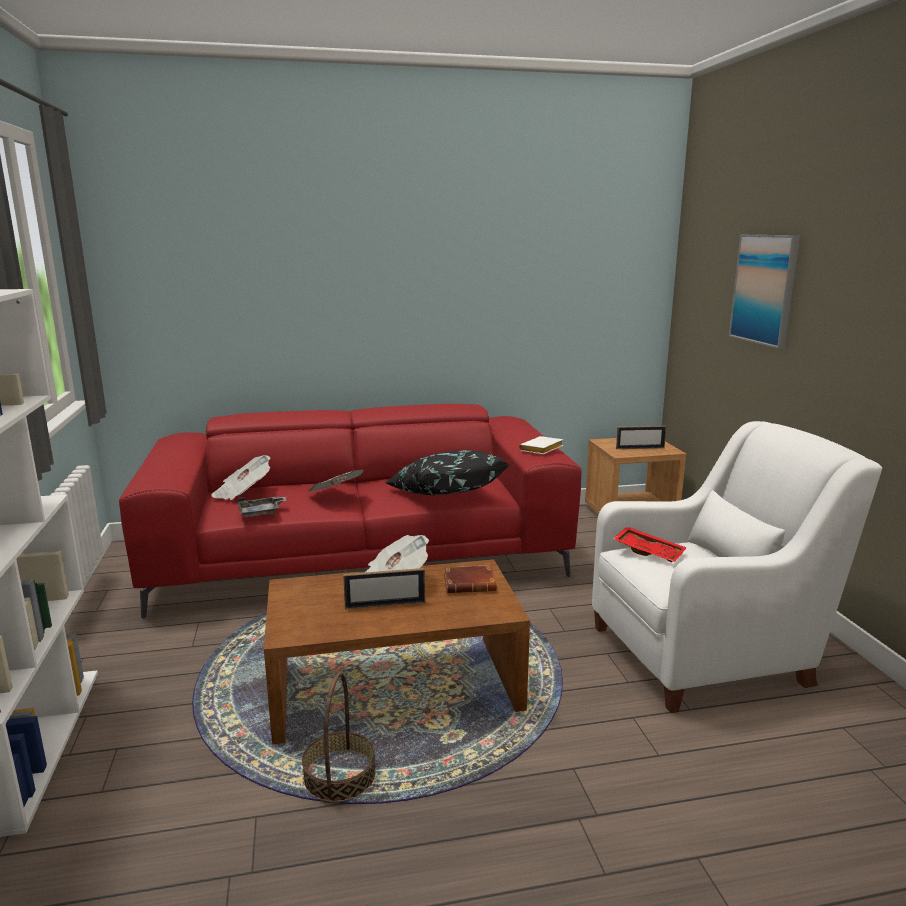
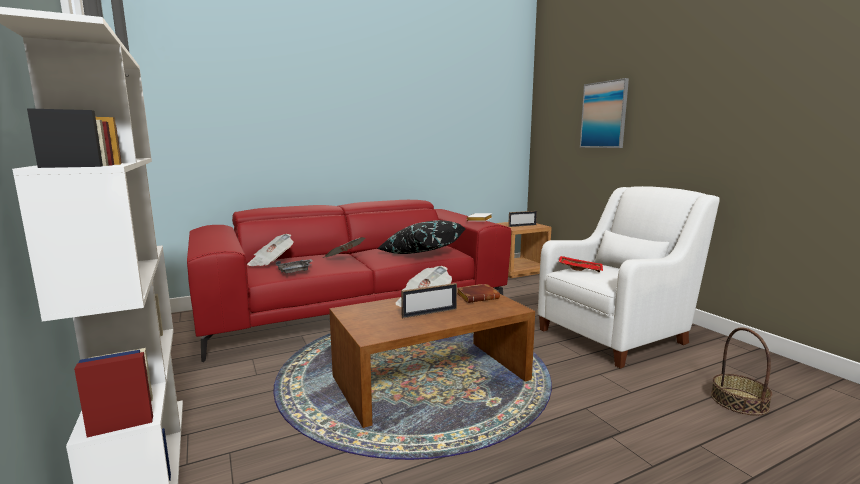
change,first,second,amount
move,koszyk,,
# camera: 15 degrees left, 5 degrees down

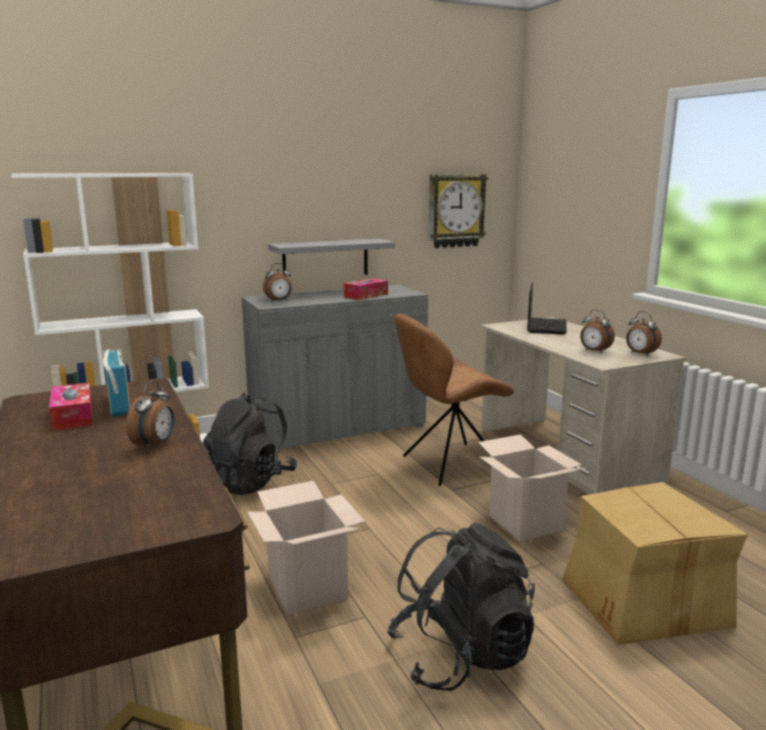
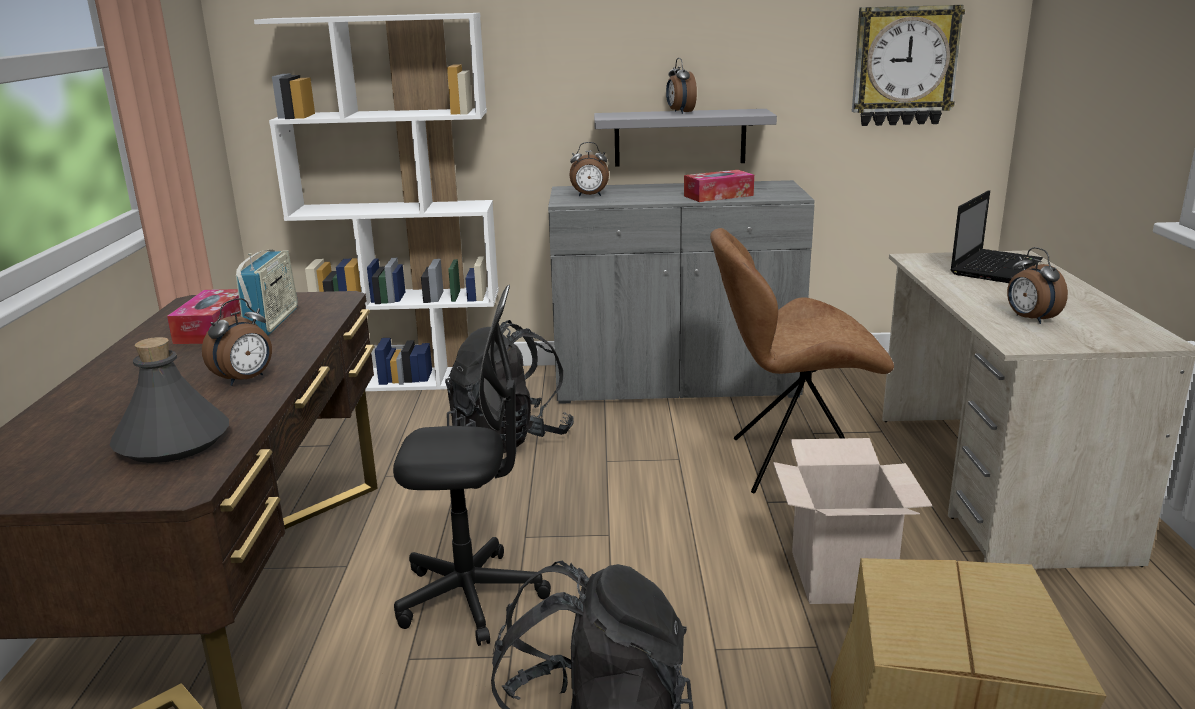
change,first,second,amount
replace,karton (1st from left),krzesło biurowe/czarny,
move,budzik (4th from left in the first image),budzik (3rd from left),
insert,,butelka/szary,
# camera: 25 degrees right, 5 degrees up

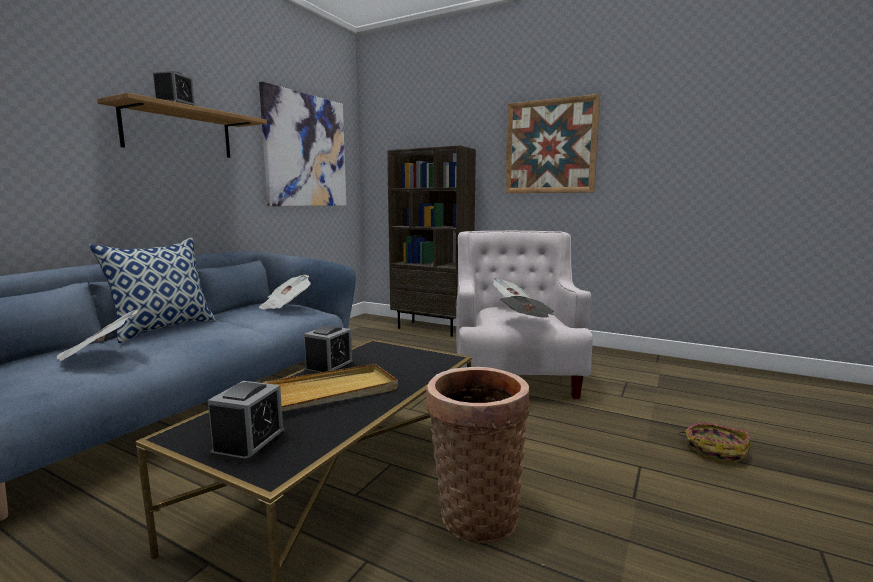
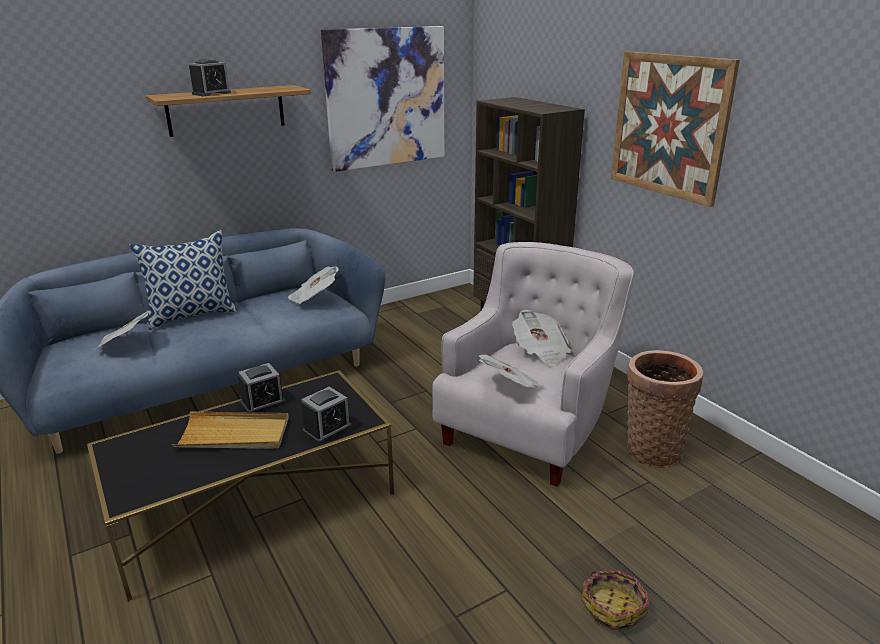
change,first,second,amount
move,budzik (2nd from left in the first image),budzik (3rd from left),
move,koszyk (1st from left in the first image),koszyk (2nd from left),
# camera: 30 degrees right, 15 degrees up

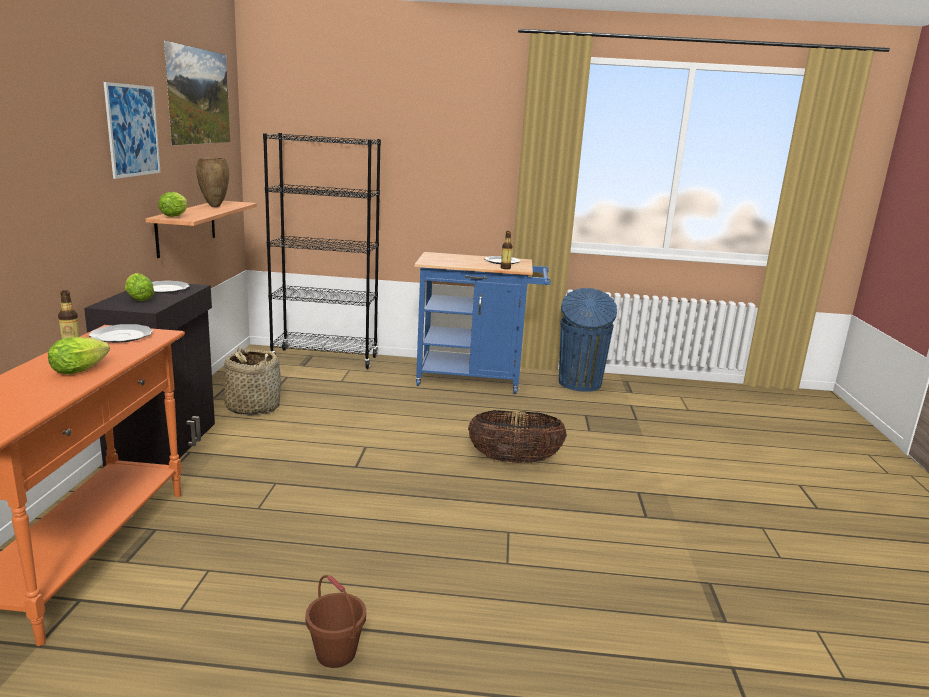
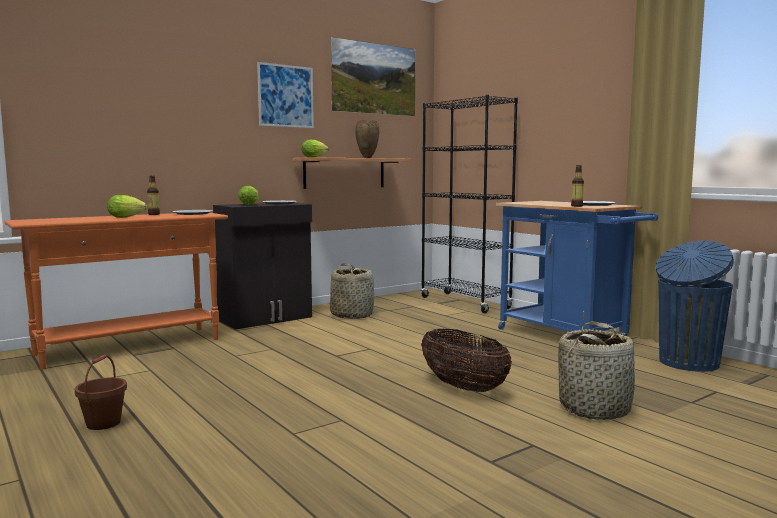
change,first,second,amount
insert,,koszyk (3rd from left),
# camera: 50 degrees right, 10 degrees down

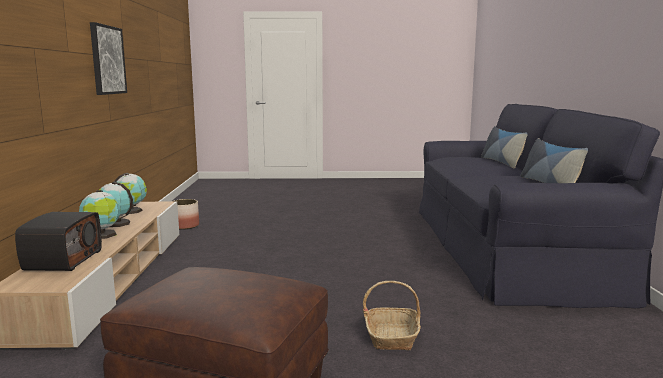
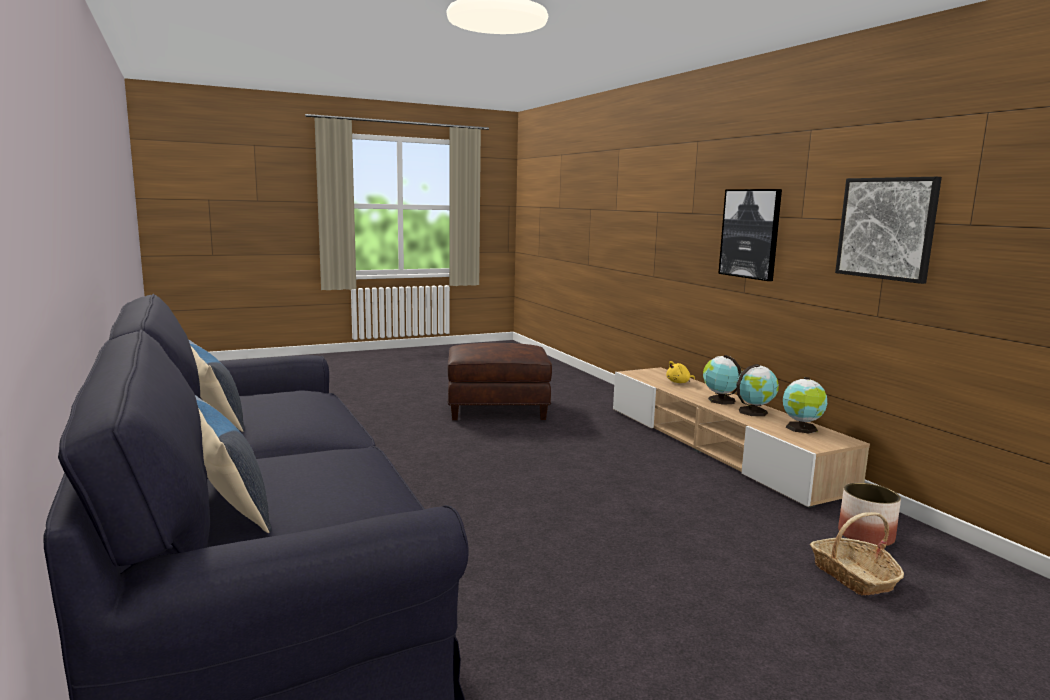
change,first,second,amount
replace,radio,pluszak/żółty,
move,koszyk,,
insert,,obraz (1st from left),
# camera: 155 degrees right, 0 degrees up

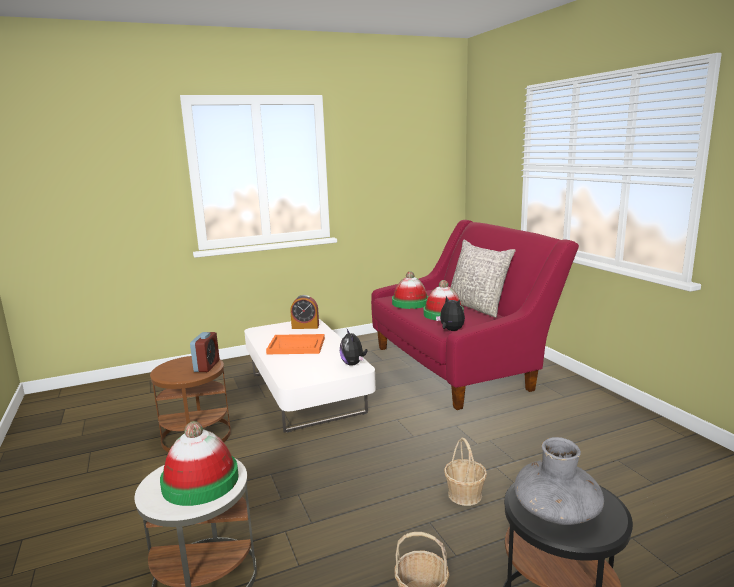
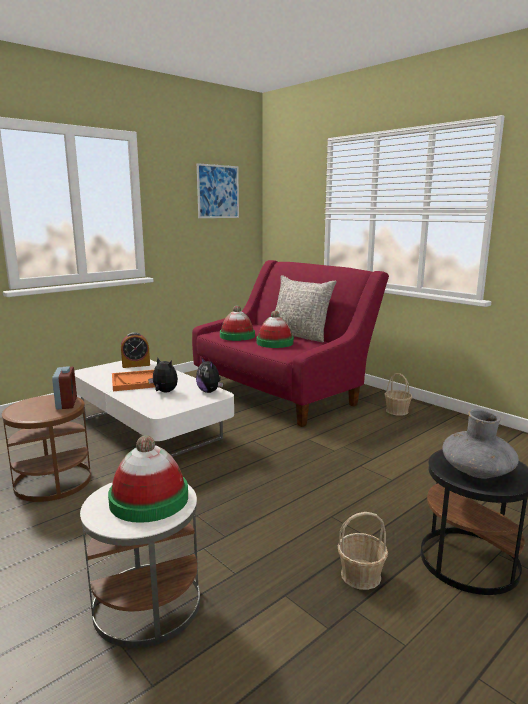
change,first,second,amount
move,pluszak (2nd from left in the first image),pluszak (1st from left),
move,koszyk (2nd from left),,
insert,,obraz,
# camera: 20 degrees left, 0 degrees up

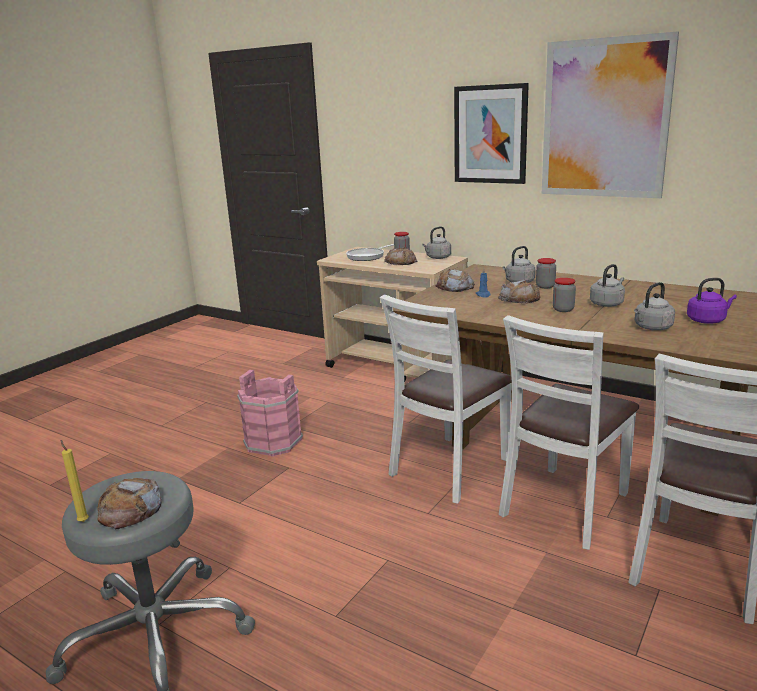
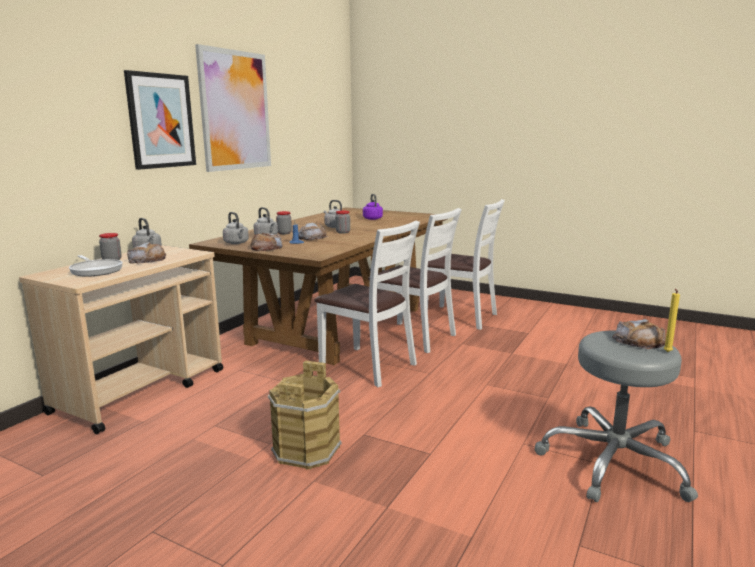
change,first,second,amount
recolor,wiadro/różowy,wiadro/brązowy,
move,czajnik/szary (4th from left in the first image),czajnik/szary (2nd from left),
# camera: 95 degrees left, 5 degrees down

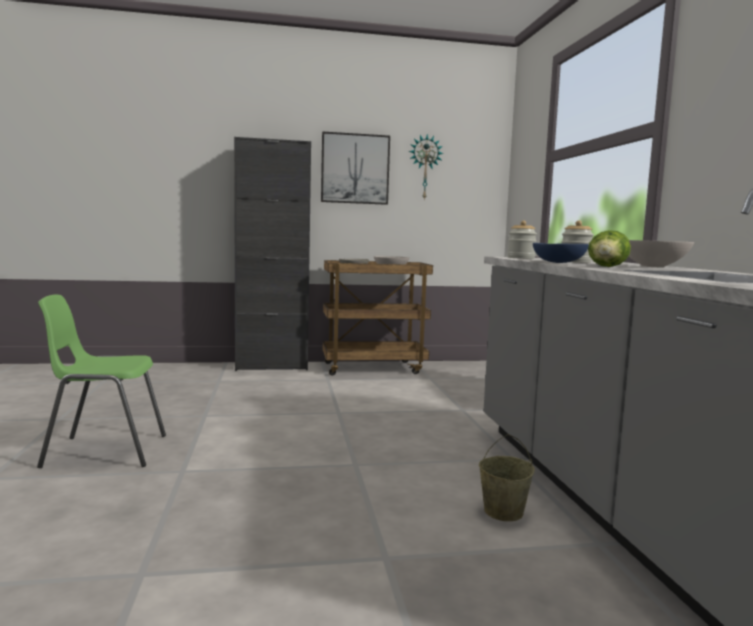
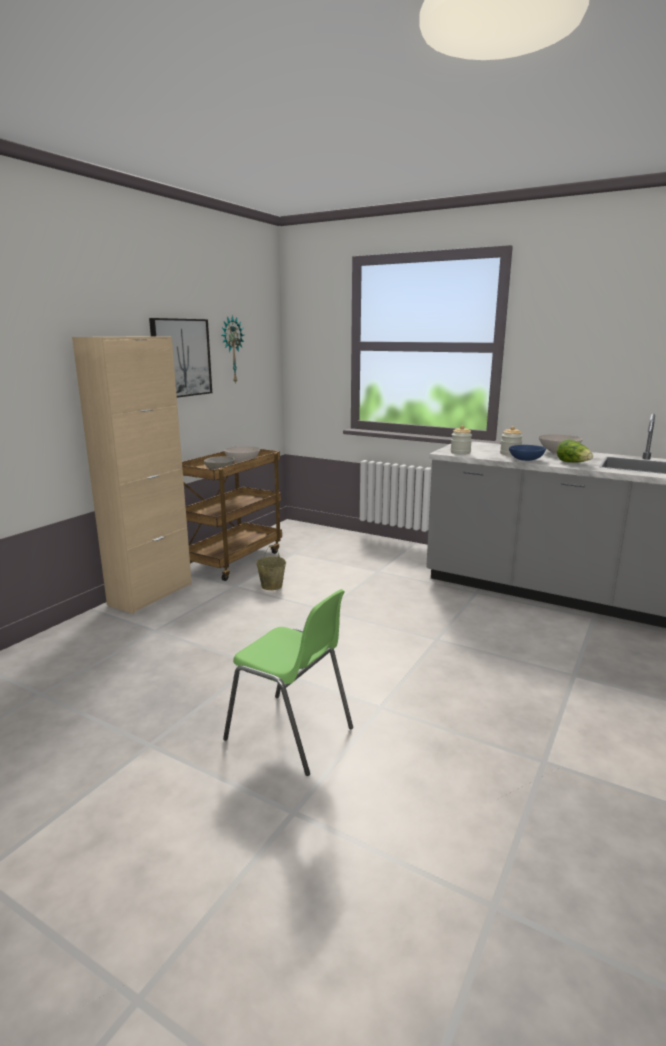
change,first,second,amount
rotate,krzesło/zielony,,90 degrees counterclockwise
recolor,szafka/czarny,szafka/beżowy,
move,wiadro/beżowy,,
# camera: 50 degrees left, 10 degrees up

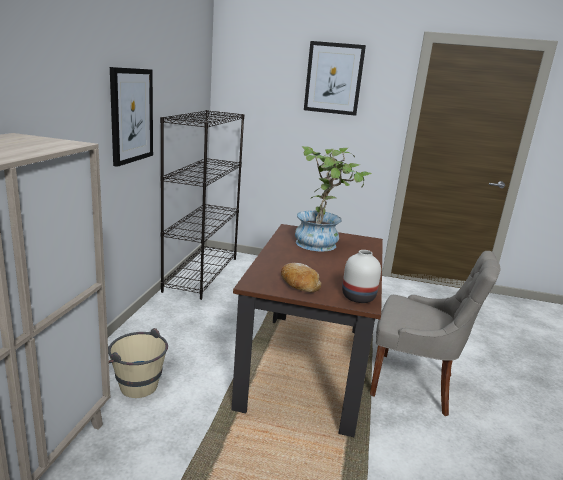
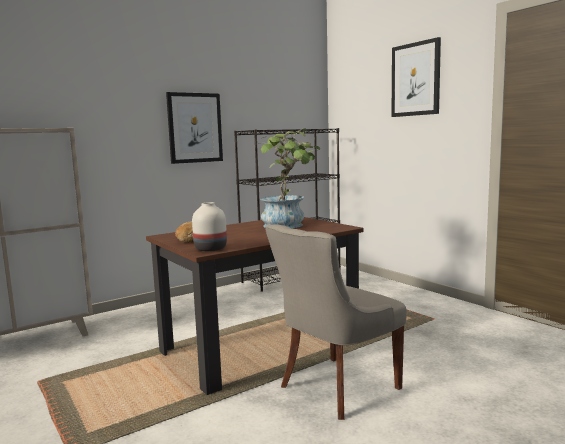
change,first,second,amount
delete,wiadro/beżowy,,
rotate,krzesło/szary,,75 degrees clockwise
# camera: 45 degrees right, 10 degrees down

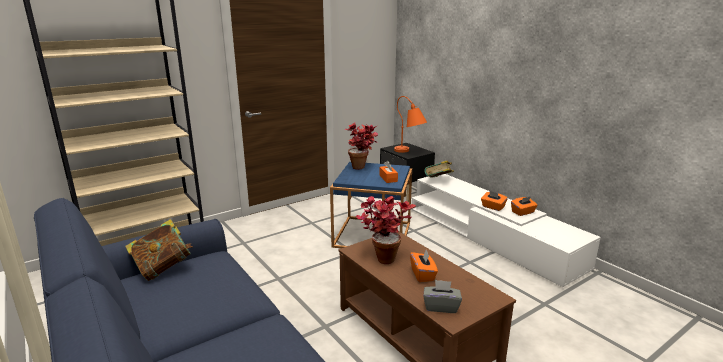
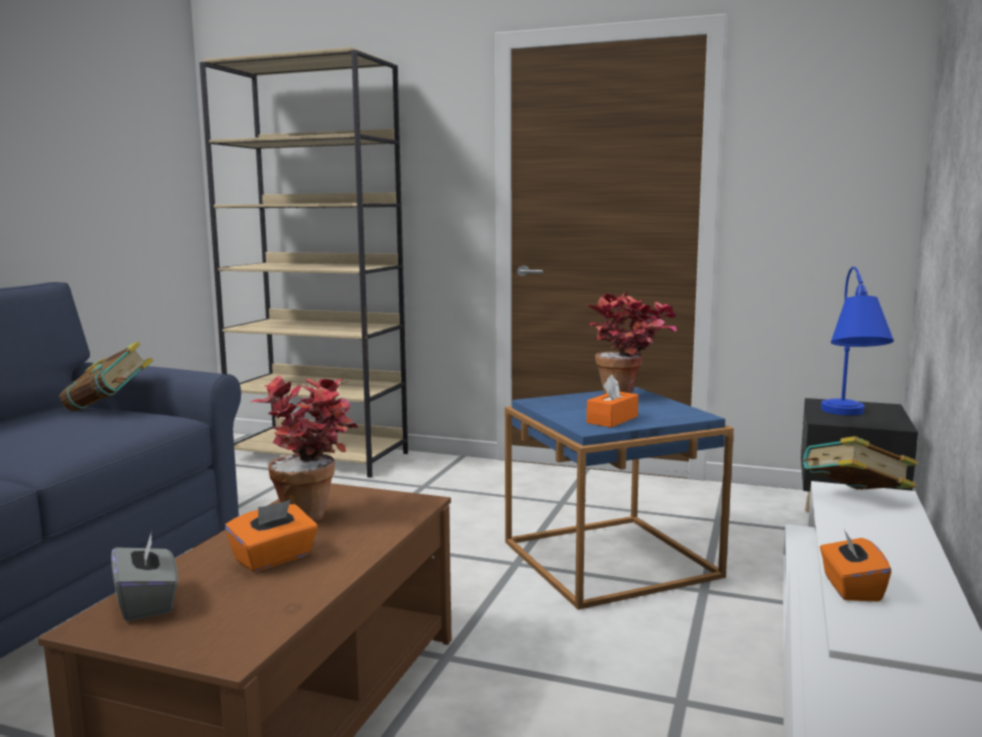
change,first,second,amount
recolor,lampa stołowa/pomarańczowy,lampa stołowa/niebieski,
delete,pudełko chusteczek/pomarańczowy (4th from left),,
# camera: 55 degrees right, 10 degrees down

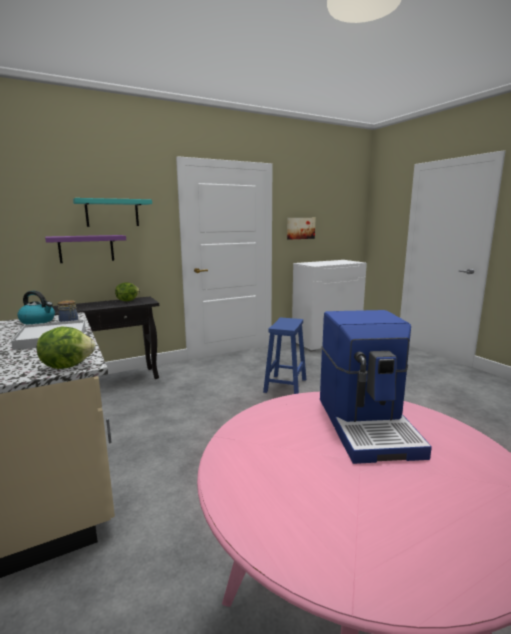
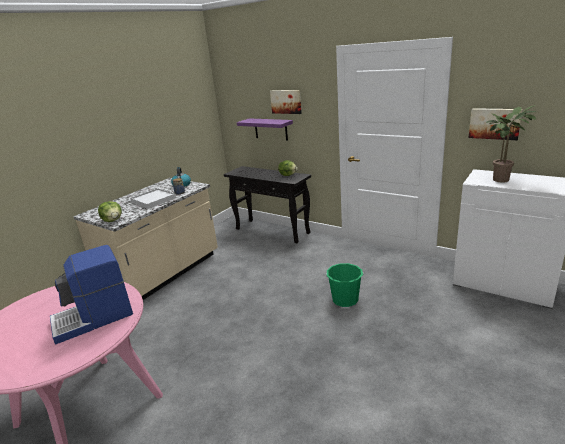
change,first,second,amount
replace,półka/turkusowy,obraz (1st from left),
replace,stołek/niebieski,wiadro/zielony,
insert,,roślina doniczkowa,
# camera: 65 degrees right, 10 degrees up

